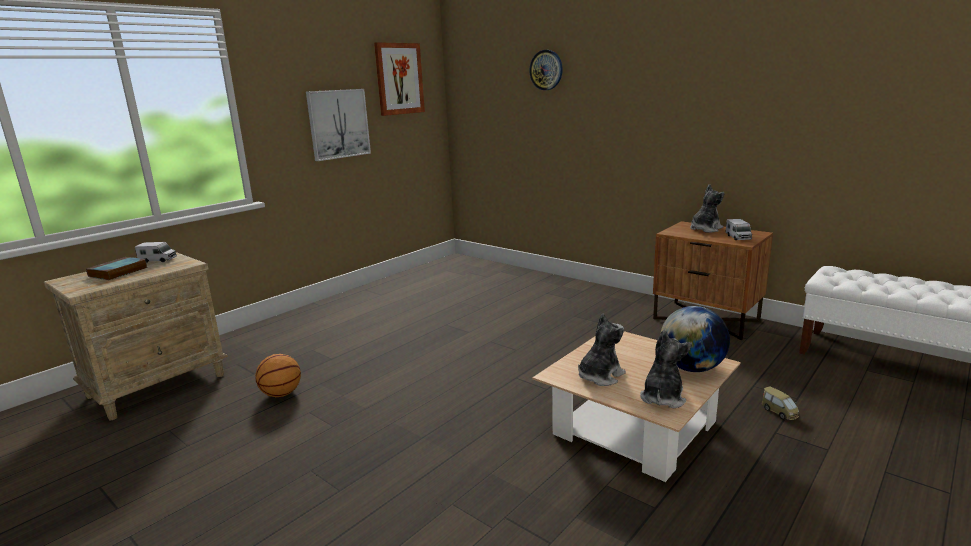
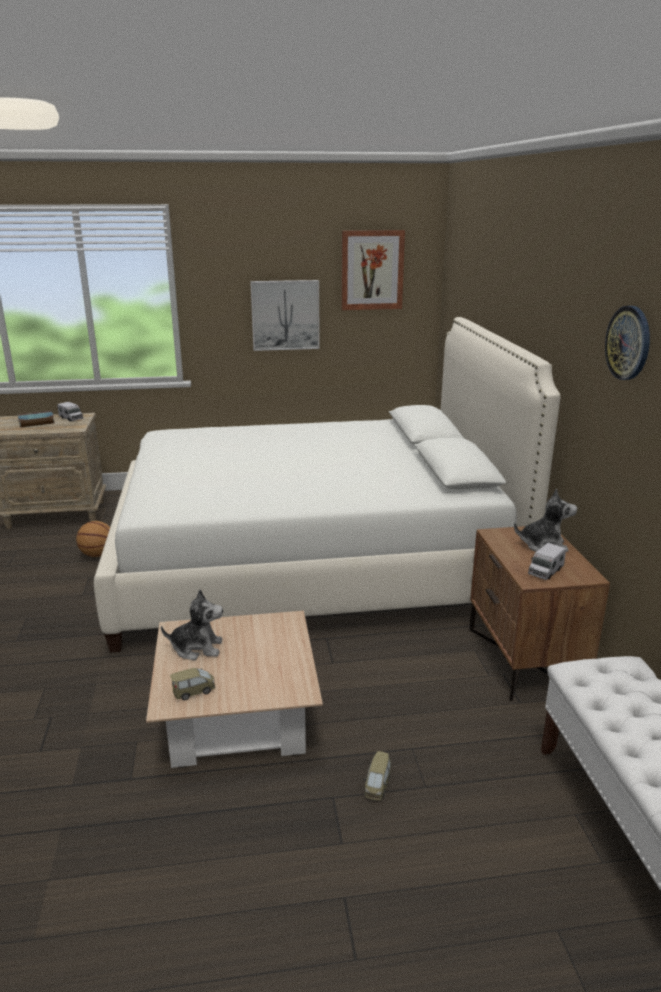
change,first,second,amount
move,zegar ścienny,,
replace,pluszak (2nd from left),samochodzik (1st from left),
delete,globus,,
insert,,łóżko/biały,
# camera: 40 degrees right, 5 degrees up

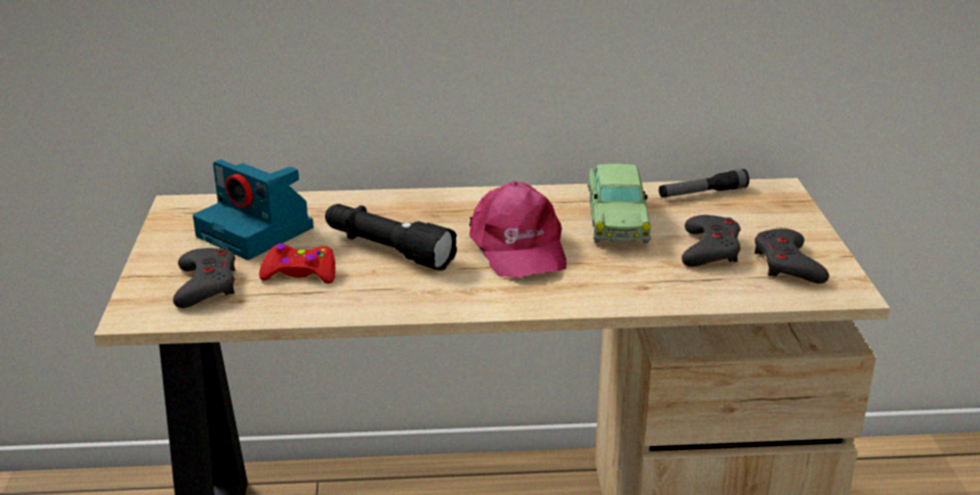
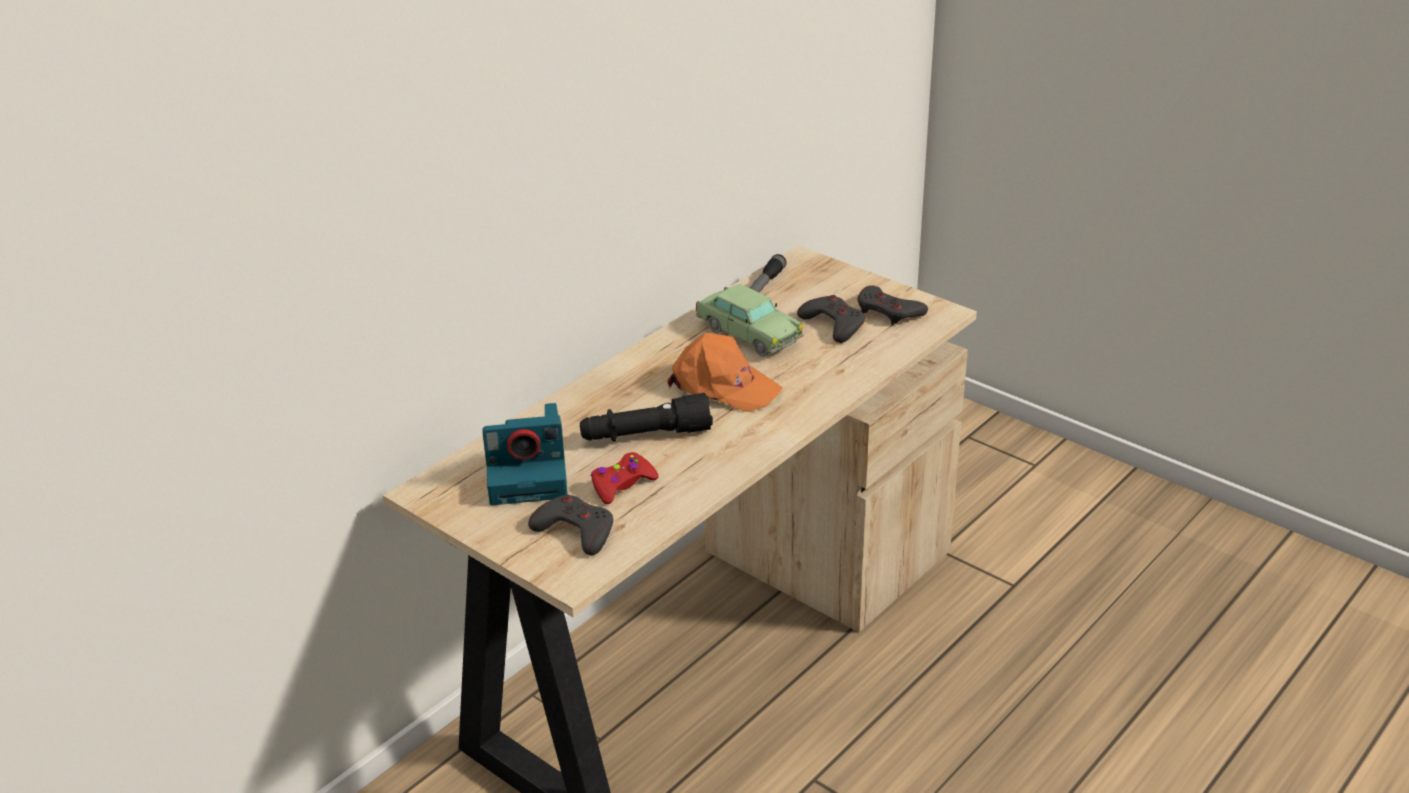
change,first,second,amount
recolor,czapka z daszkiem/różowy,czapka z daszkiem/pomarańczowy,
# camera: 45 degrees left, 5 degrees up

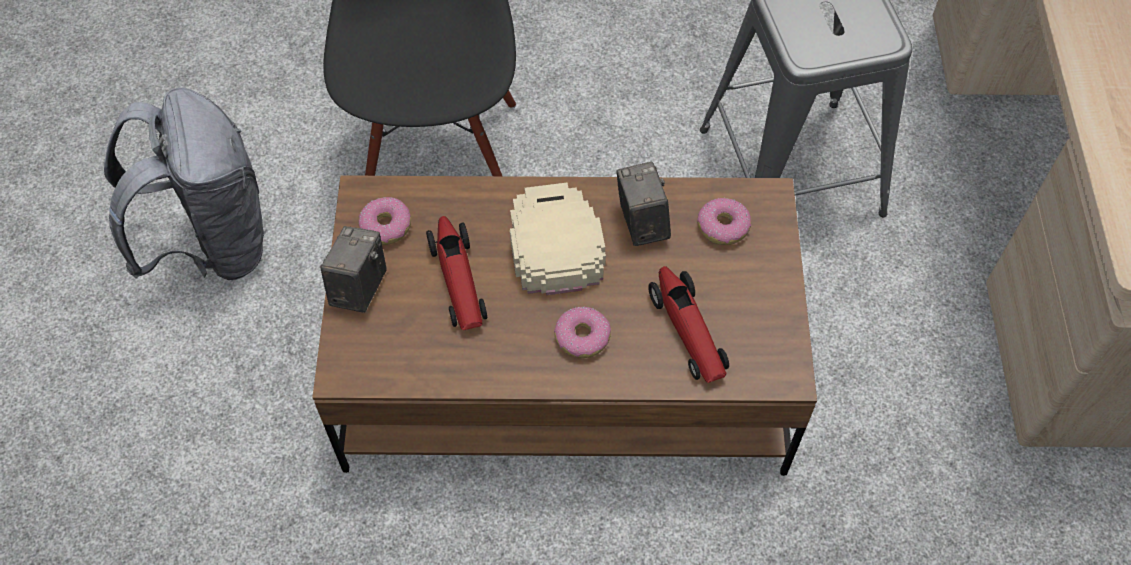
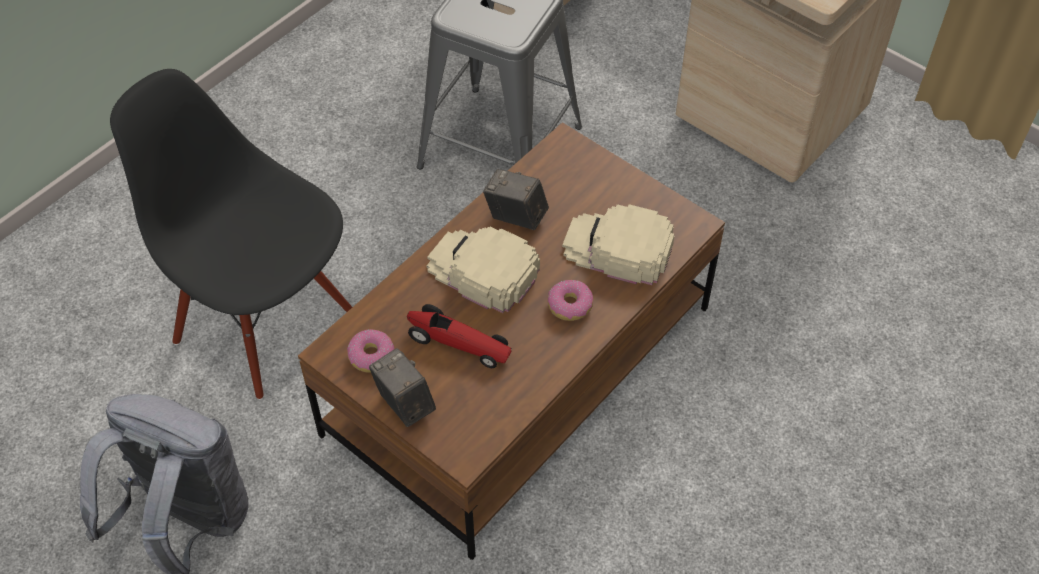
change,first,second,amount
replace,samochodzik (2nd from left),czapka z daszkiem/beżowy (2nd from left),
delete,donut (3rd from left),,
# camera: 50 degrees left, 5 degrees down

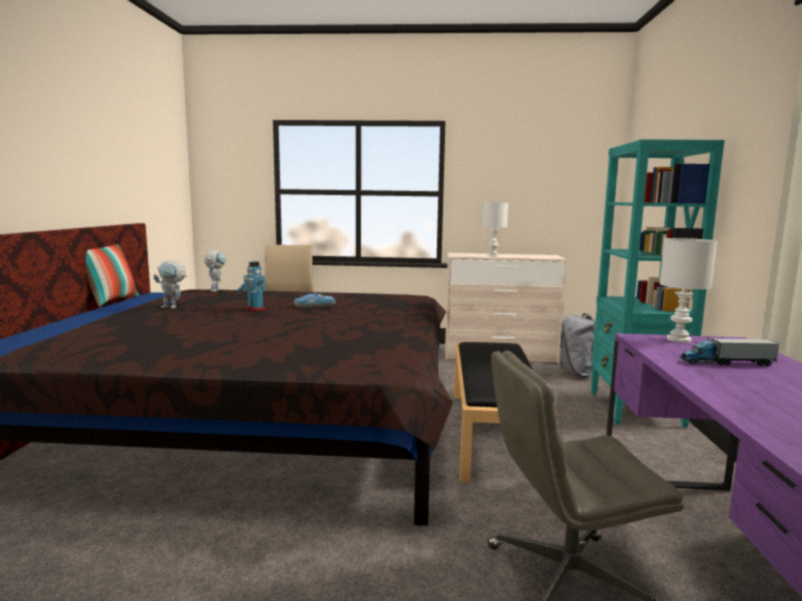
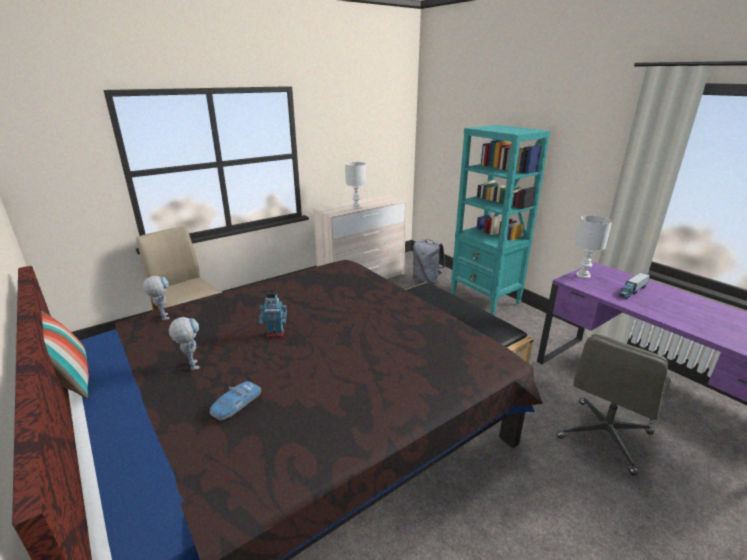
change,first,second,amount
rotate,robot zabawkowy (1st from left in the first image),robot zabawkowy (2nd from left),90 degrees counterclockwise
move,samochodzik,,
# camera: 40 degrees left, 15 degrees up

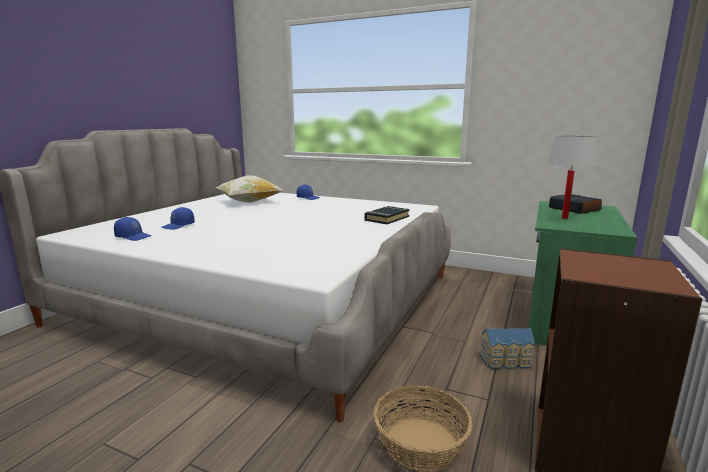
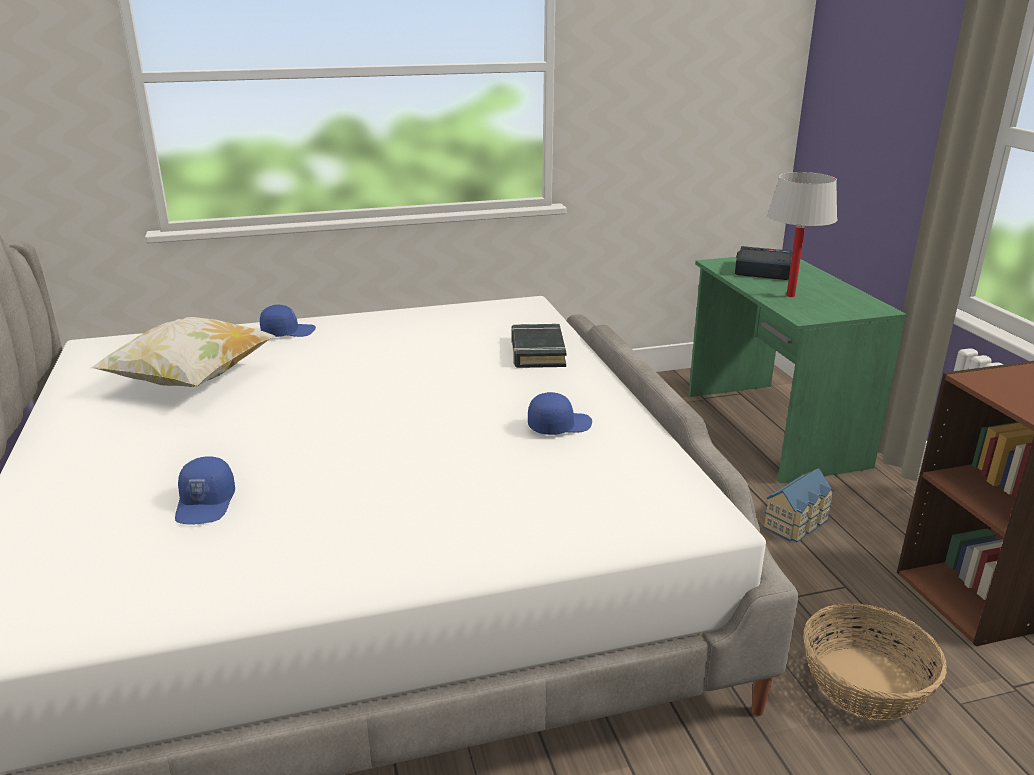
change,first,second,amount
move,czapka z daszkiem/niebieski (1st from left in the first image),czapka z daszkiem/niebieski (3rd from left),
# camera: 40 degrees left, 10 degrees up

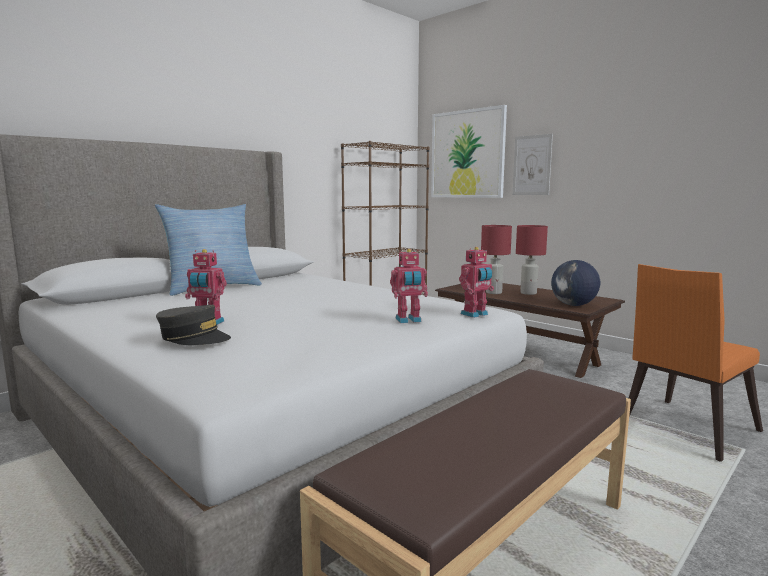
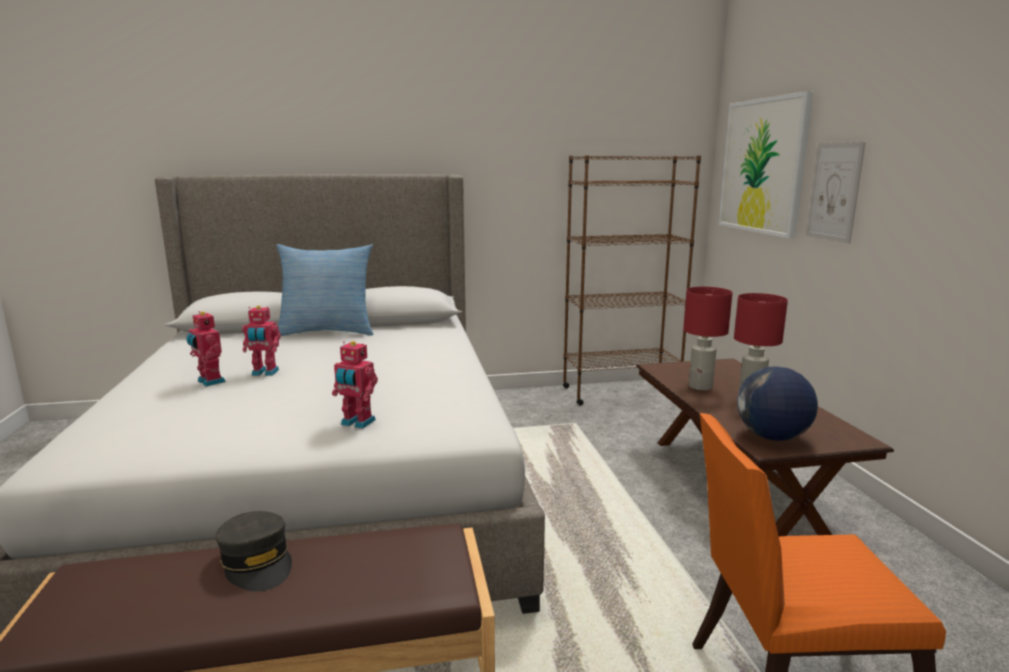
change,first,second,amount
move,czapka z daszkiem/szary,,
move,robot zabawkowy (3rd from left in the first image),robot zabawkowy (2nd from left),
# camera: 35 degrees right, 5 degrees up

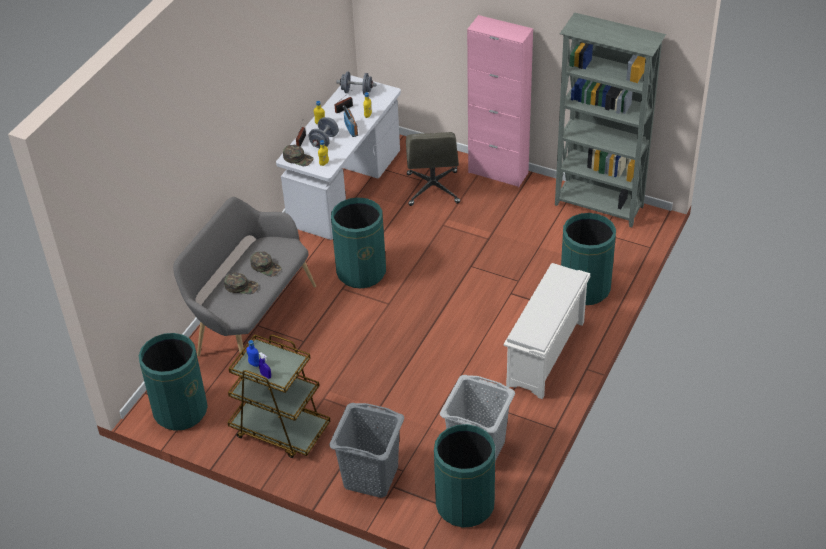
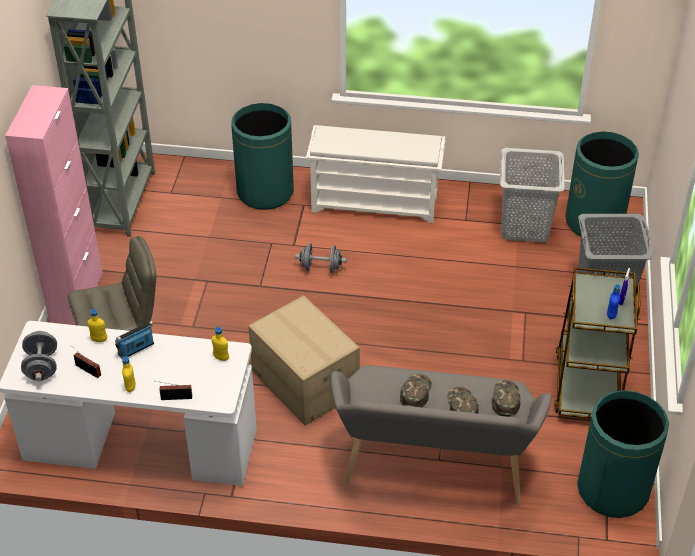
change,first,second,amount
move,czapka z daszkiem/zielony (3rd from left),,
move,hantel/szary (1st from left in the first image),hantel/szary (2nd from left),
replace,kosz na śmieci/zielony (2nd from left),karton,
# camera: 110 degrees left, 0 degrees up

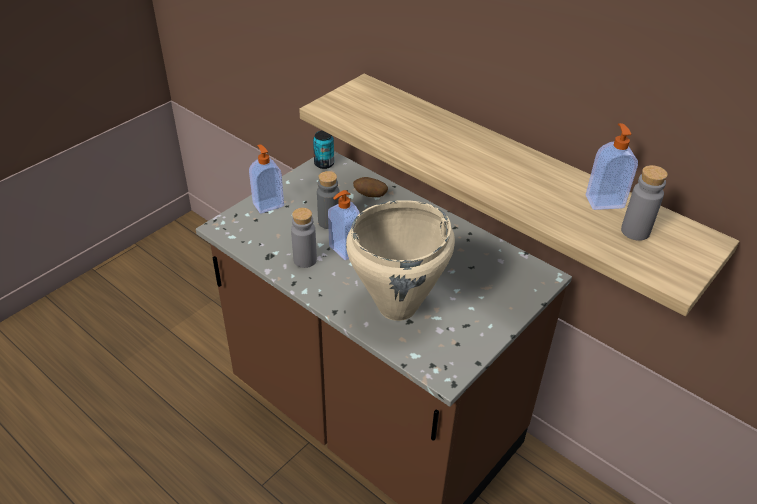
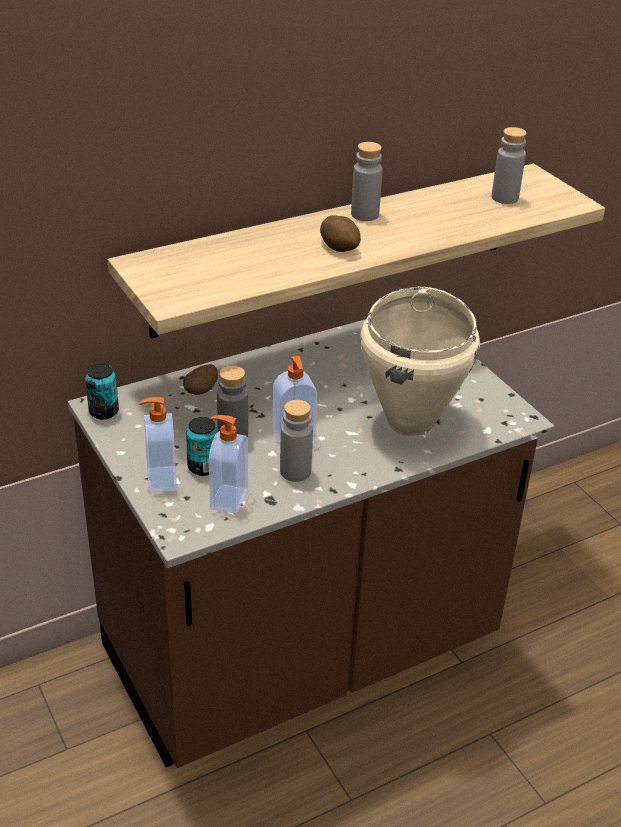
change,first,second,amount
move,dozownik mydła (3rd from left in the first image),dozownik mydła (2nd from left),
insert,,puszka (2nd from left),
insert,,ziemniak (2nd from left),
insert,,butelka/szary (3rd from left),
# camera: 70 degrees left, 5 degrees down

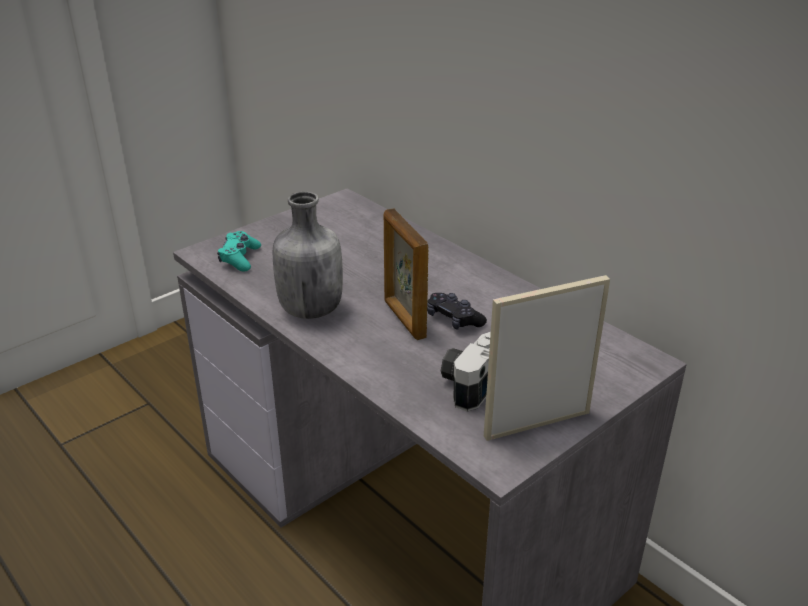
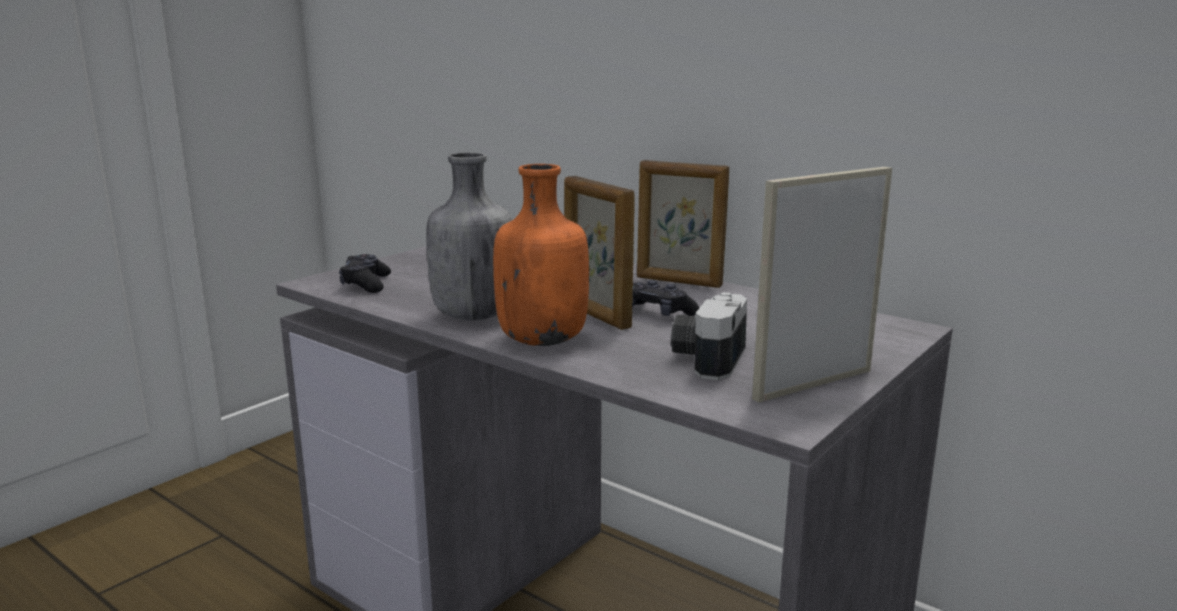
change,first,second,amount
recolor,pad do gier/turkusowy,pad do gier/czarny (1st from left),
insert,,butelka/pomarańczowy,
insert,,ramka na zdjęcie (2nd from left),
# camera: 10 degrees left, 15 degrees down

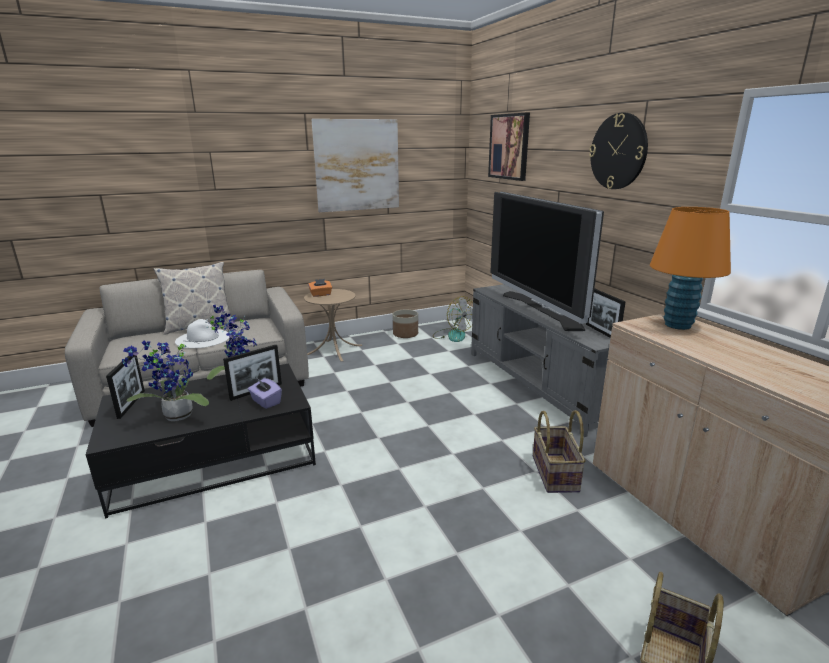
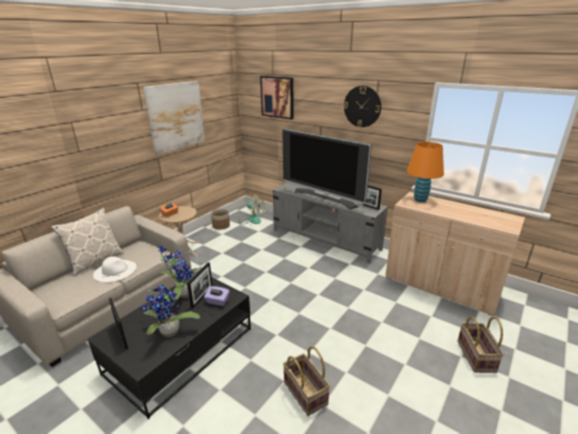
change,first,second,amount
move,koszyk (1st from left),,
# camera: 30 degrees left, 5 degrees up

